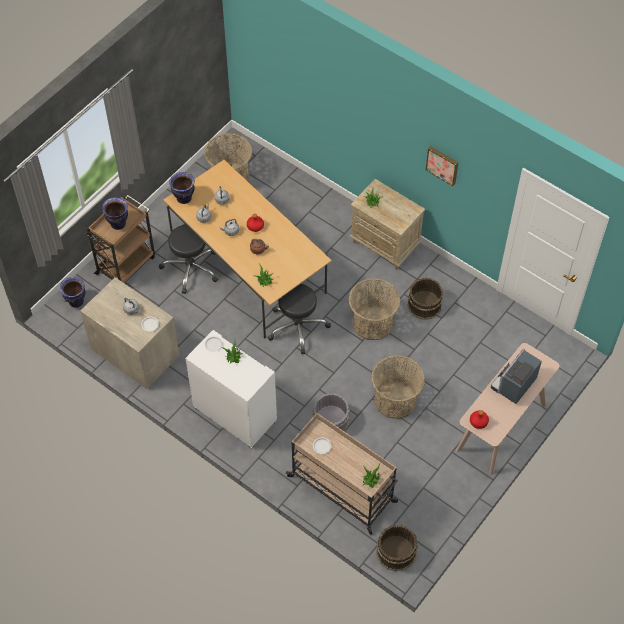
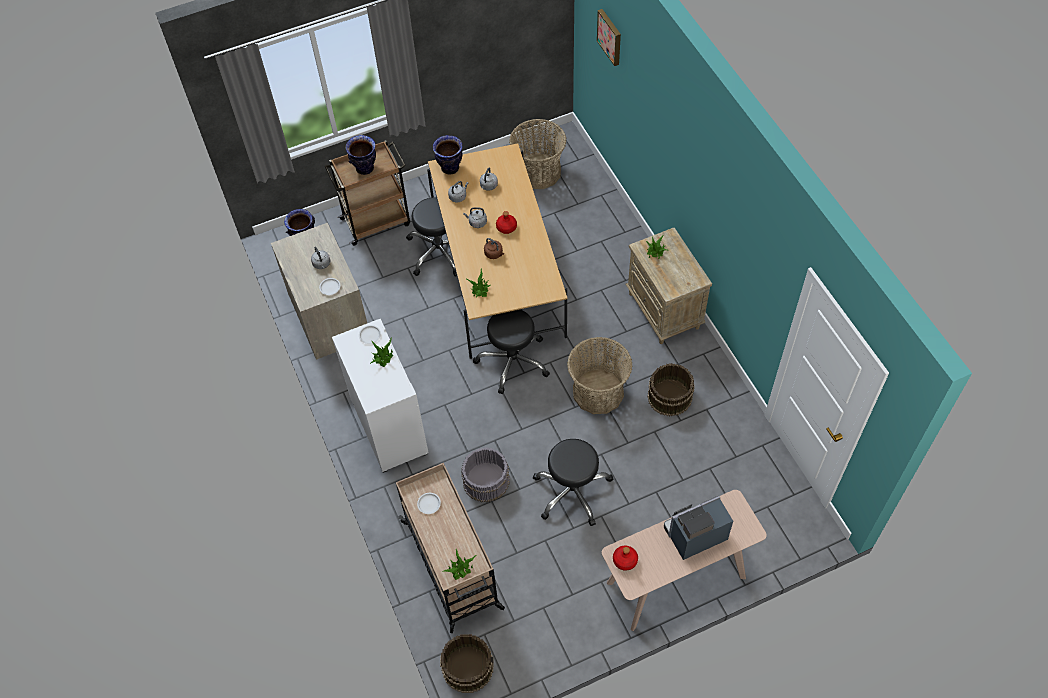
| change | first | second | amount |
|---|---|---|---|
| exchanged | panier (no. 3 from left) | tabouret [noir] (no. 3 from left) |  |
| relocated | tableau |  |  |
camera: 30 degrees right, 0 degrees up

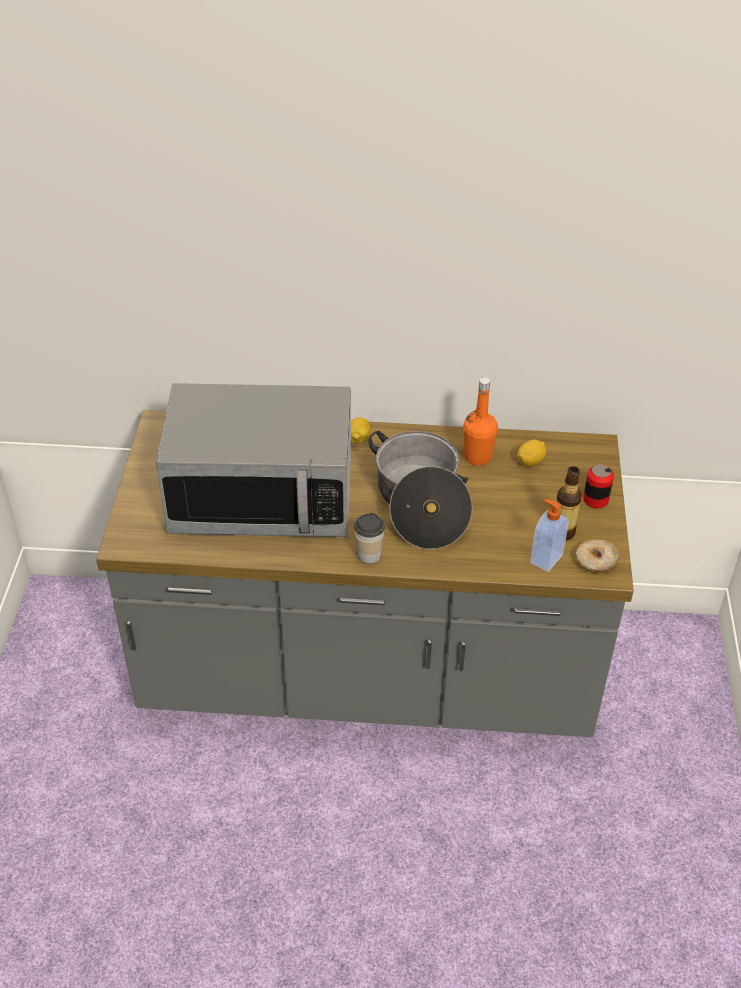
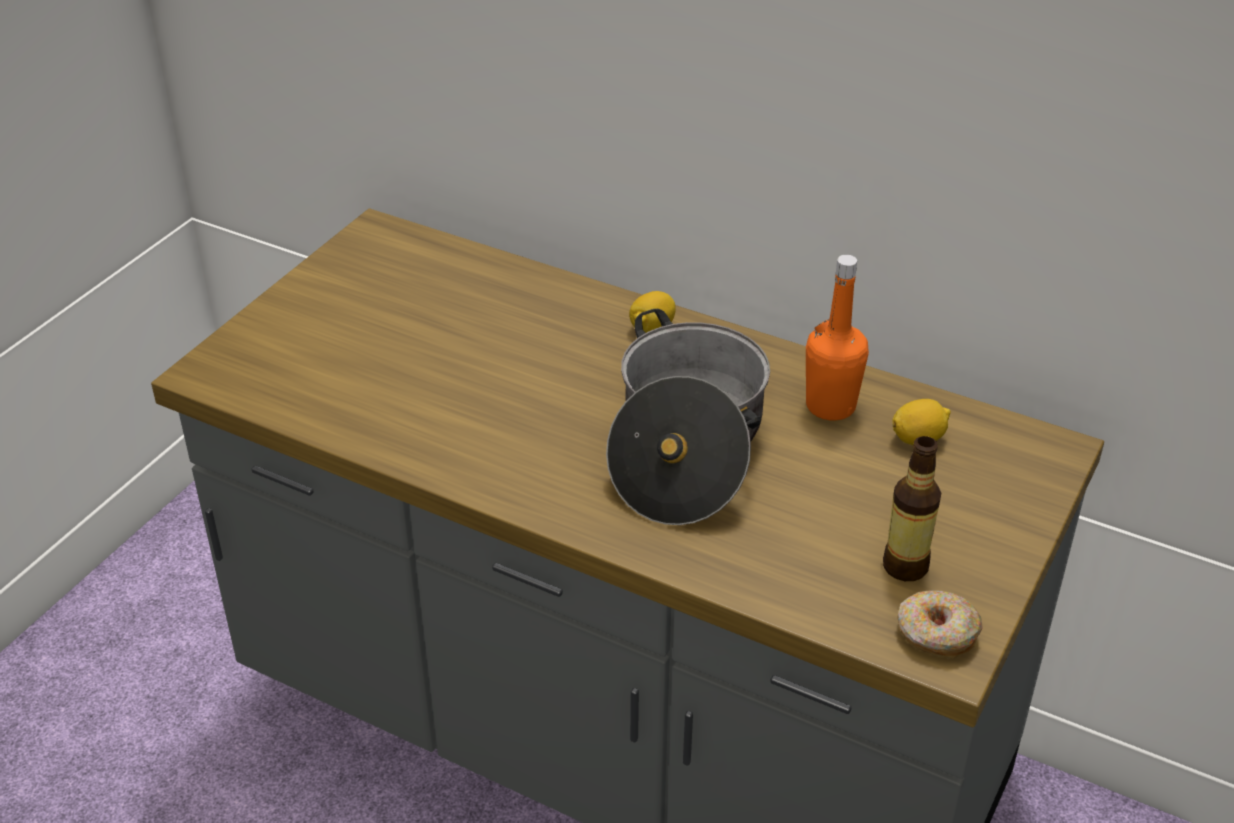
| change | first | second | amount |
|---|---|---|---|
| missing | micro-ondes |  |  |
| missing | tasse |  |  |
| missing | distributeur de savon |  |  |
| missing | boîte métallique |  |  |
camera: 25 degrees right, 5 degrees down

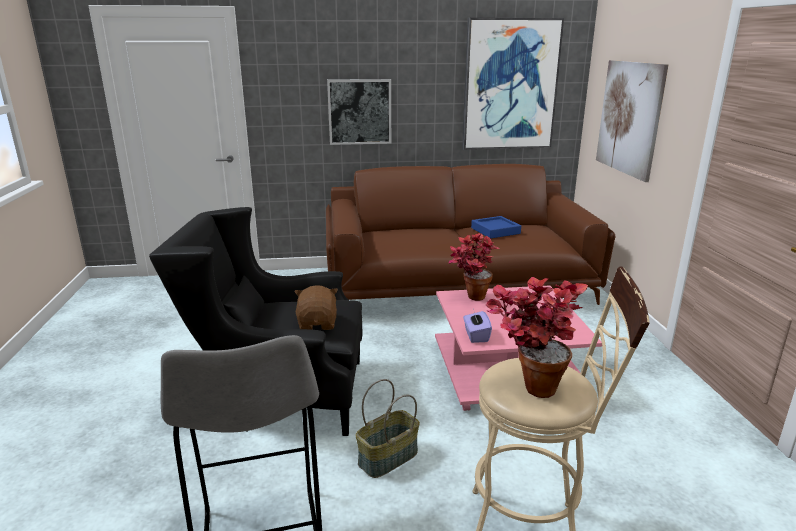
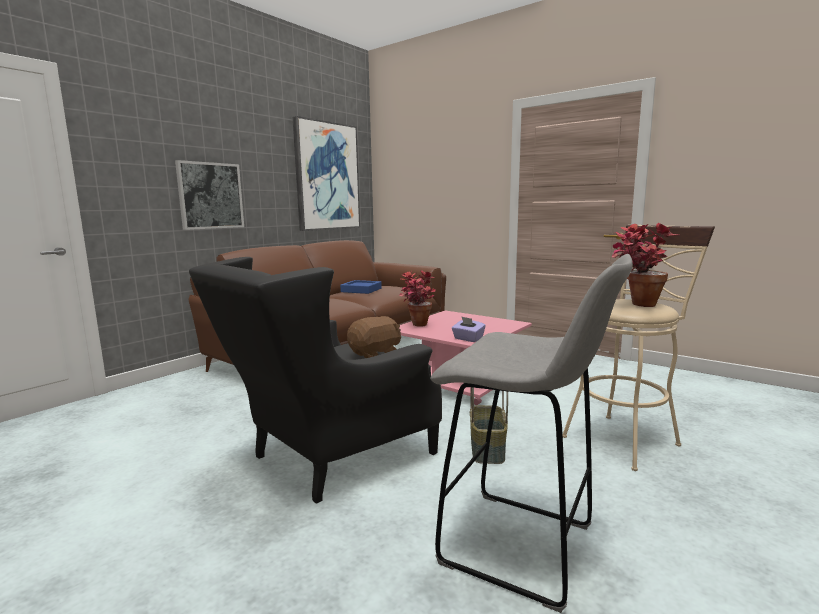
| change | first | second | amount |
|---|---|---|---|
| spun | peluche [marron] |  | 105 degrees clockwise |
| missing | tableau (no. 3 from left) |  |  |
camera: 45 degrees left, 10 degrees down

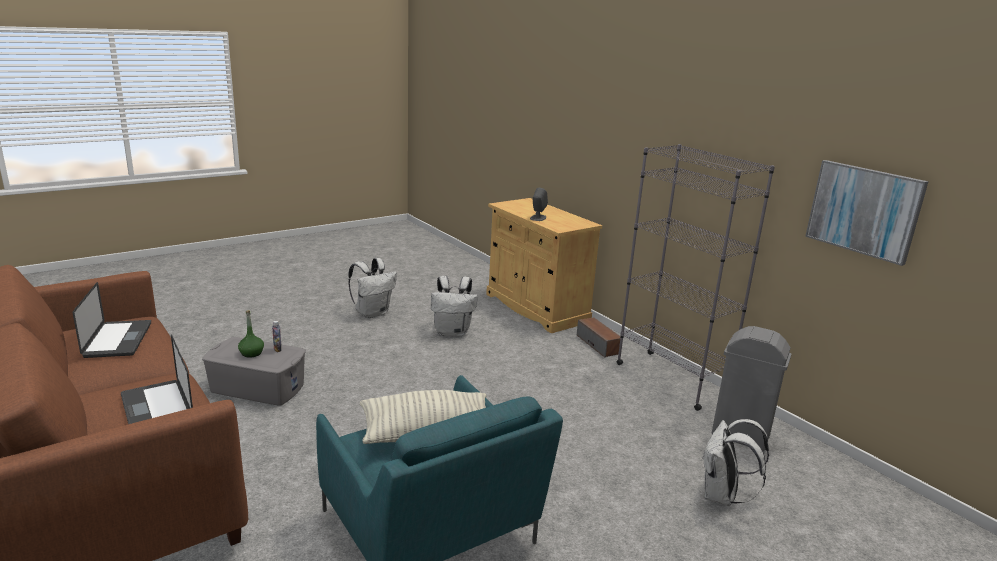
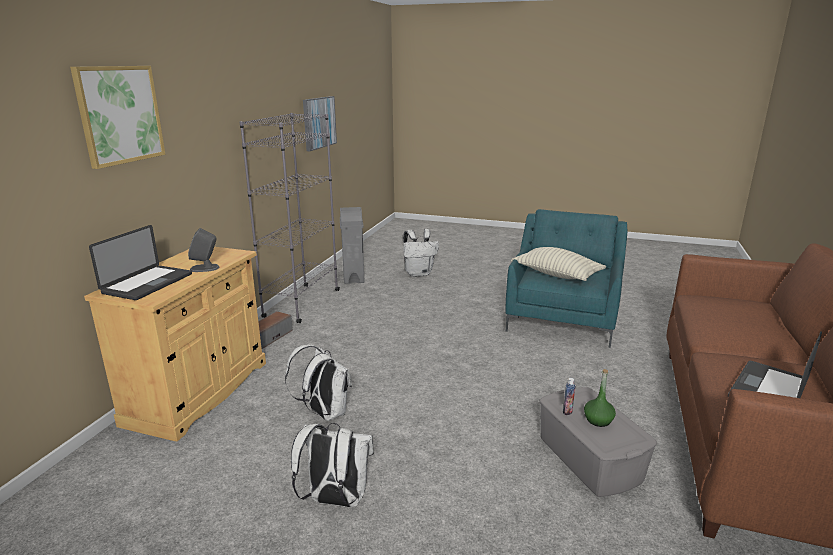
| change | first | second | amount |
|---|---|---|---|
| relocated | ordinateur portable (no. 2 from left in the first image) | ordinateur portable (no. 1 from left) |  |
| appeared |  | tableau (no. 1 from left) |  |
camera: 125 degrees left, 0 degrees up

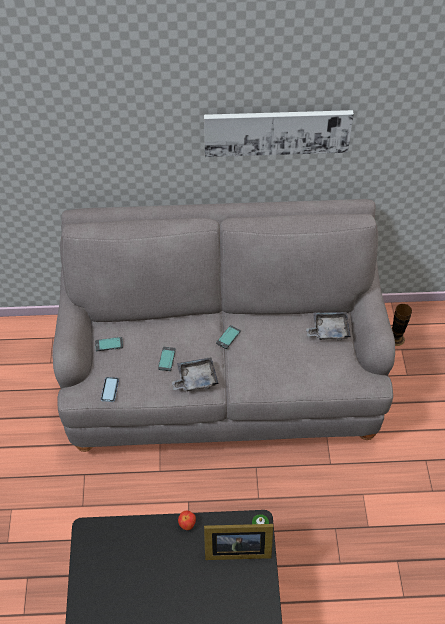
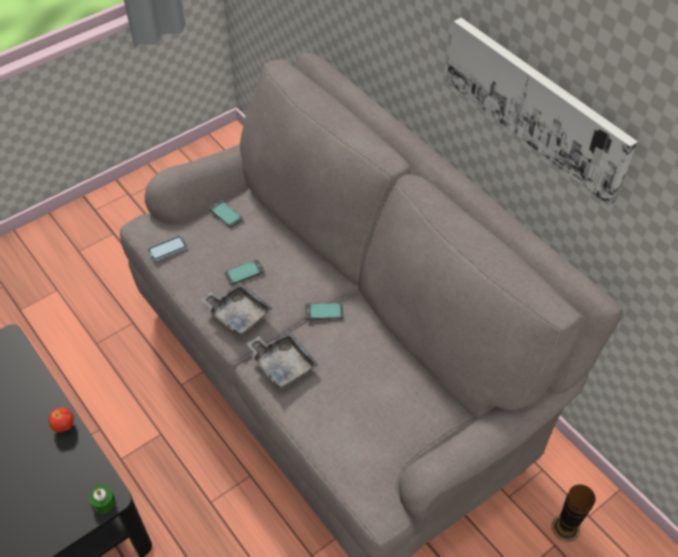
| change | first | second | amount |
|---|---|---|---|
| missing | cadre photo |  |  |
| relocated | plateau [gris] (no. 2 from left) |  |  |
camera: 55 degrees right, 0 degrees up

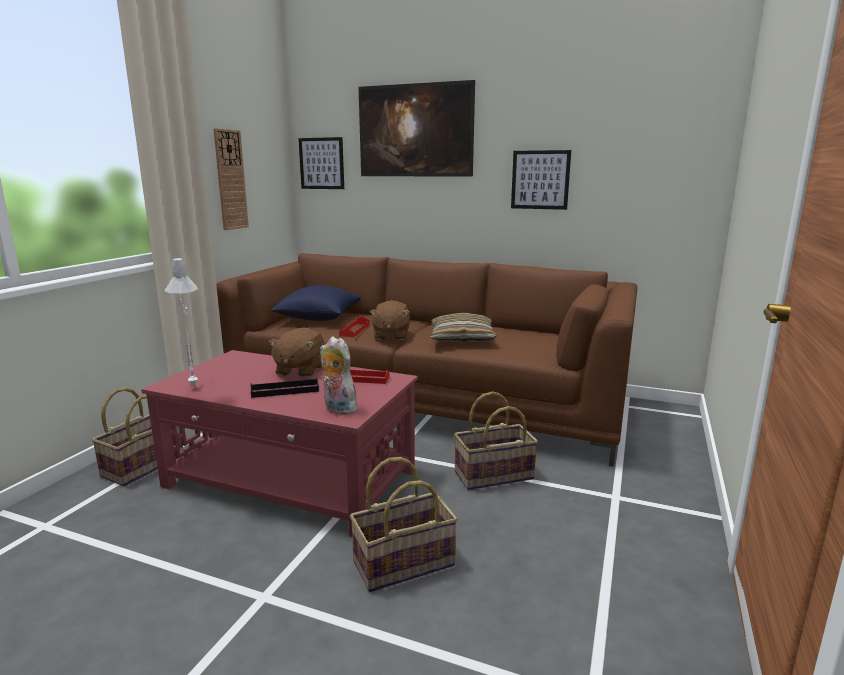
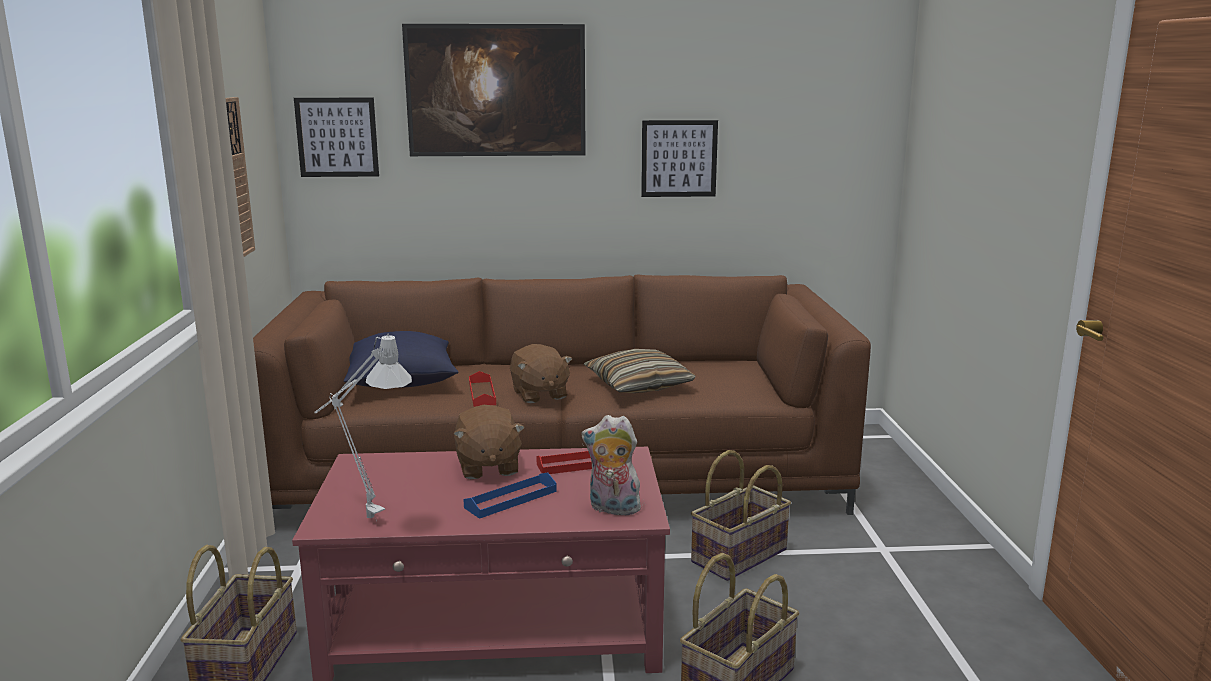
| change | first | second | amount |
|---|---|---|---|
| colour | plateau [noir] | plateau [bleu] |  |
camera: 25 degrees left, 0 degrees up

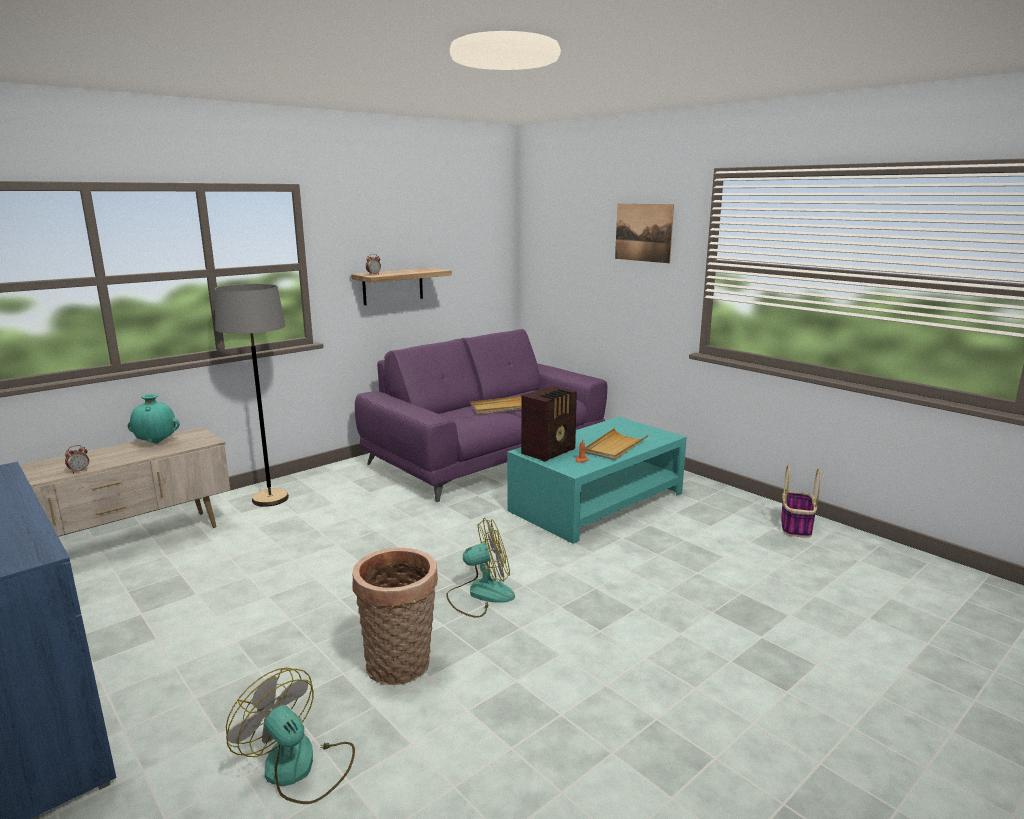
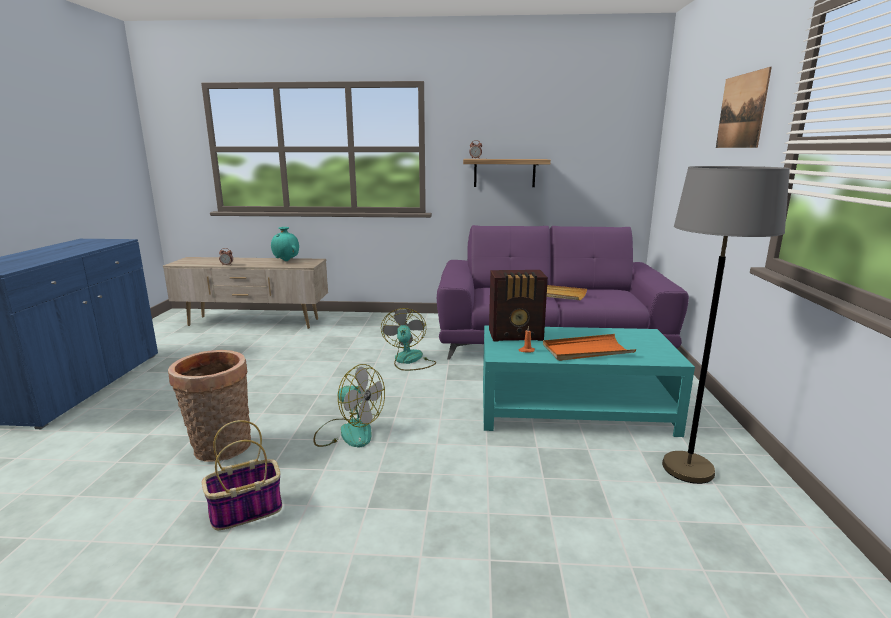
| change | first | second | amount |
|---|---|---|---|
| relocated | lampadaire [gris] |  |  |
| relocated | ventilateur (no. 1 from left in the first image) | ventilateur (no. 2 from left) |  |
| colour | plateau [beige] (no. 2 from left) | plateau [orange] |  |
| relocated | panier (no. 2 from left) |  |  |
camera: 45 degrees right, 0 degrees up

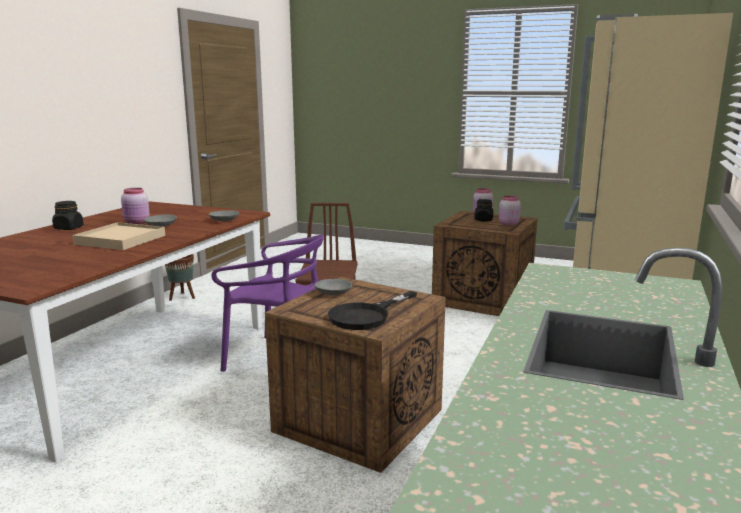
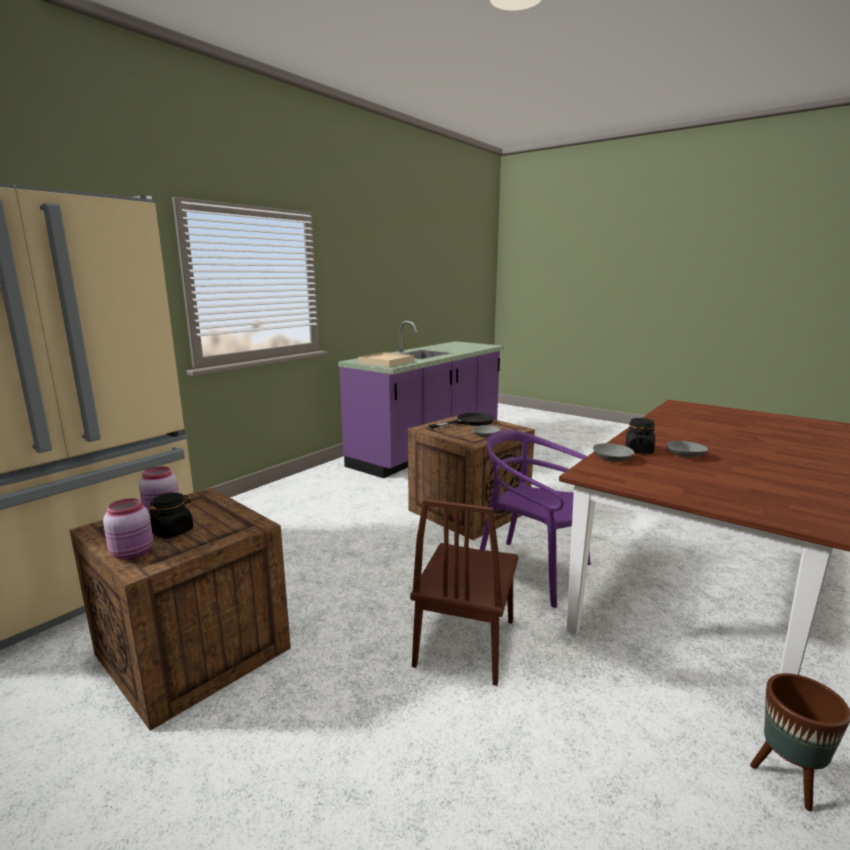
| change | first | second | amount |
|---|---|---|---|
| relocated | bocal [noir] (no. 1 from left in the first image) | bocal [noir] (no. 2 from left) |  |
| relocated | plateau [beige] |  |  |
| missing | bocal [rose] (no. 1 from left) |  |  |
camera: 165 degrees left, 0 degrees up

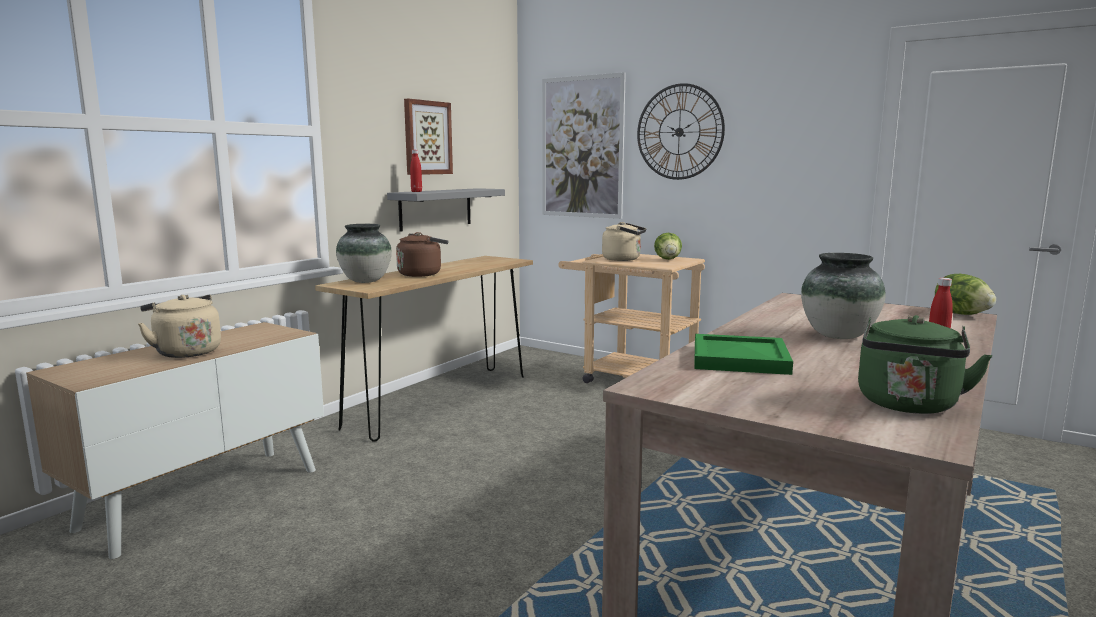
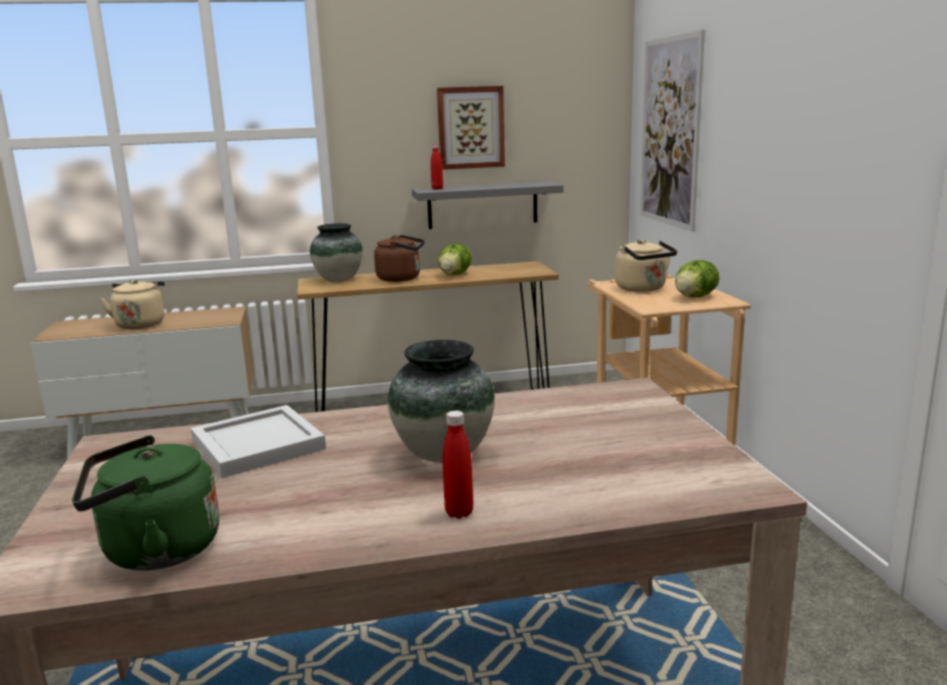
| change | first | second | amount |
|---|---|---|---|
| missing | horloge murale |  |  |
| colour | plateau [vert] | plateau [blanc] |  |
| relocated | laitue (no. 2 from left in the first image) | laitue (no. 1 from left) |  |
camera: 45 degrees right, 5 degrees up

